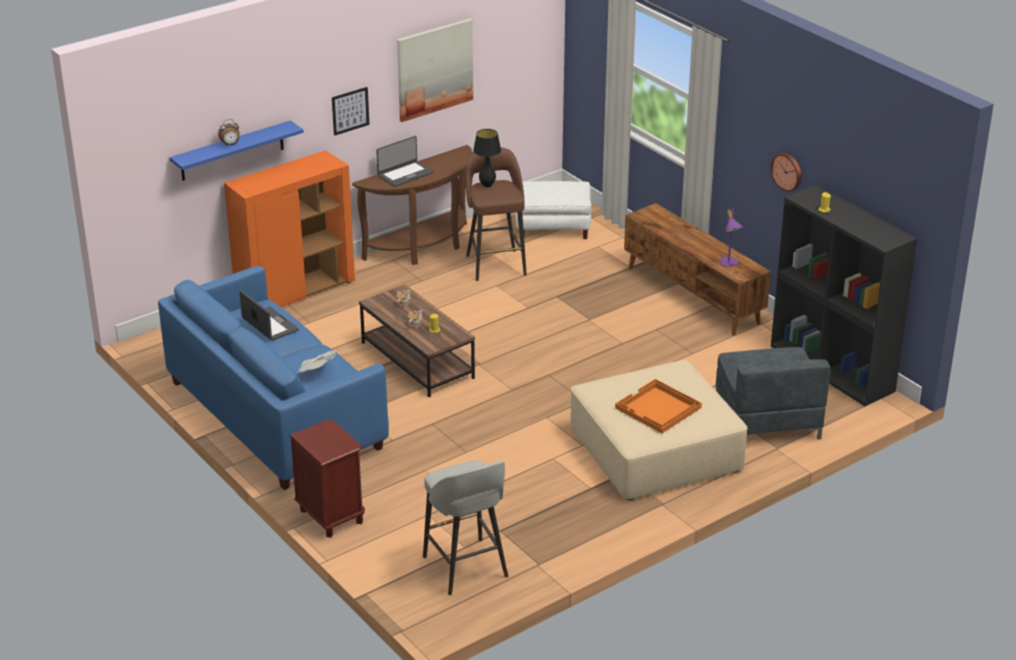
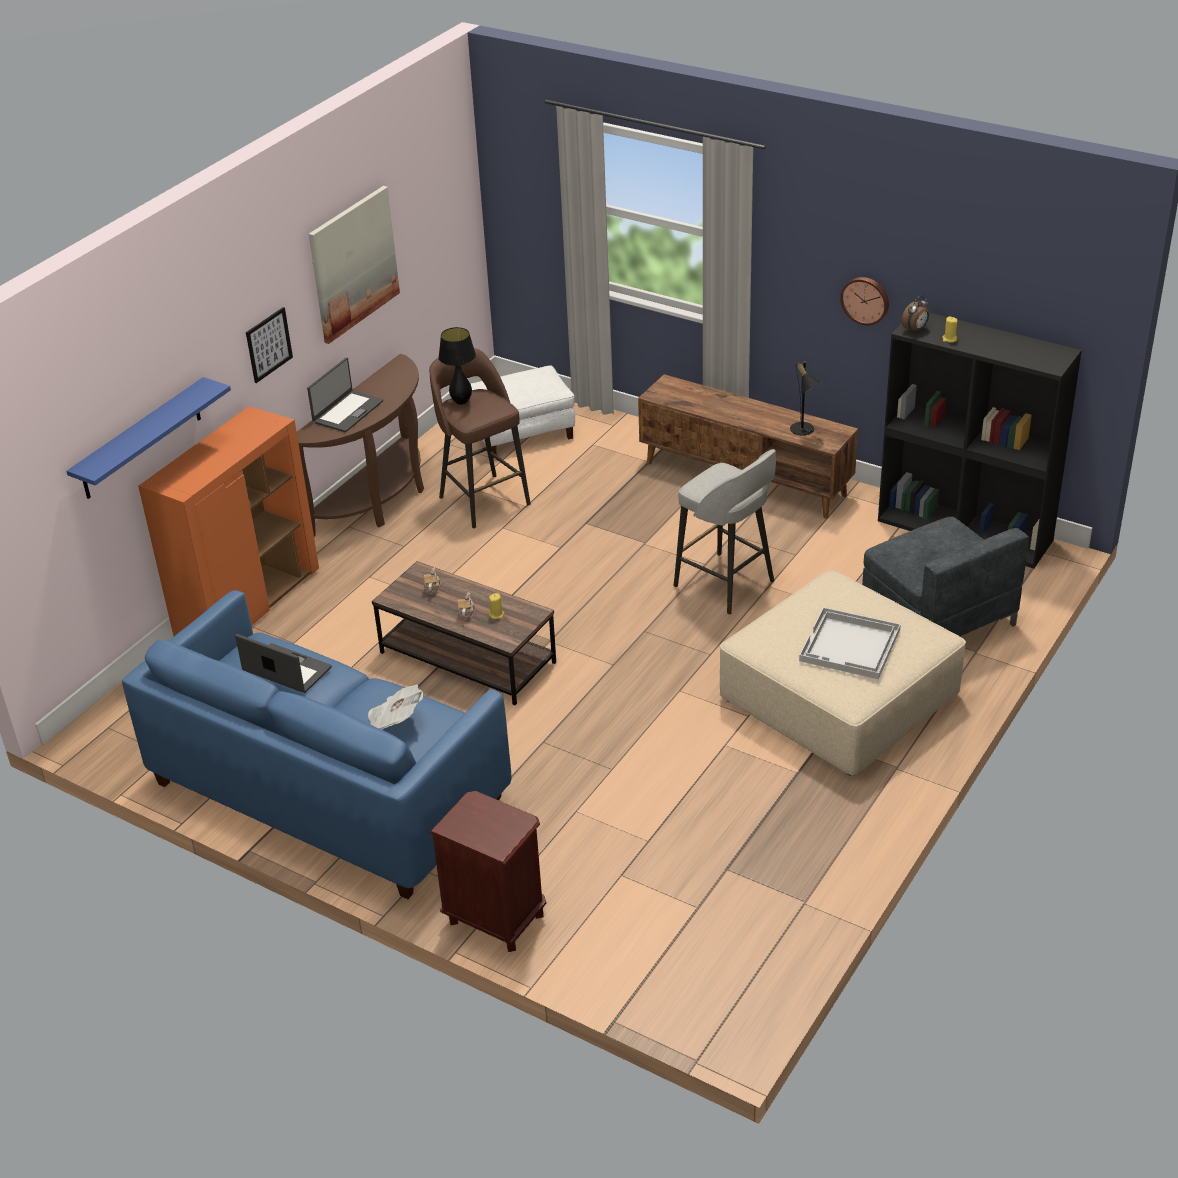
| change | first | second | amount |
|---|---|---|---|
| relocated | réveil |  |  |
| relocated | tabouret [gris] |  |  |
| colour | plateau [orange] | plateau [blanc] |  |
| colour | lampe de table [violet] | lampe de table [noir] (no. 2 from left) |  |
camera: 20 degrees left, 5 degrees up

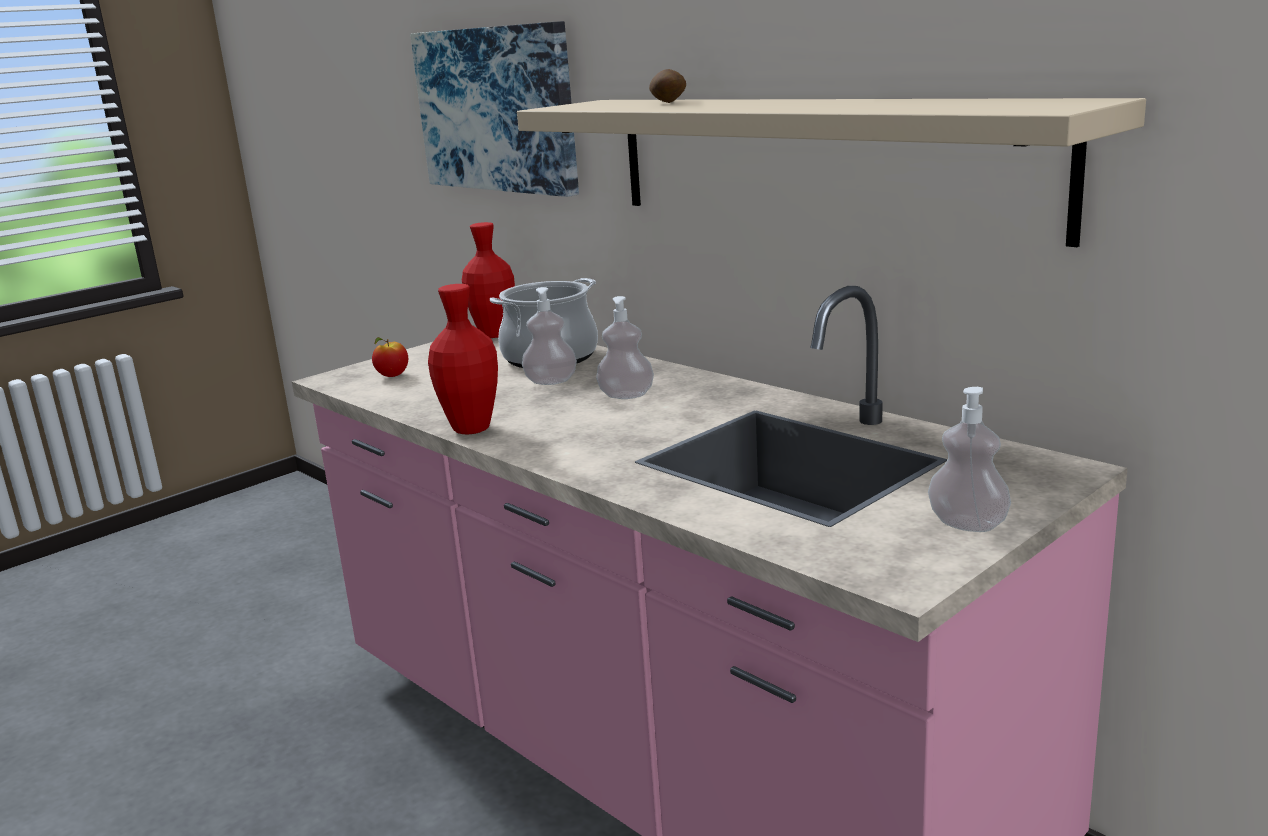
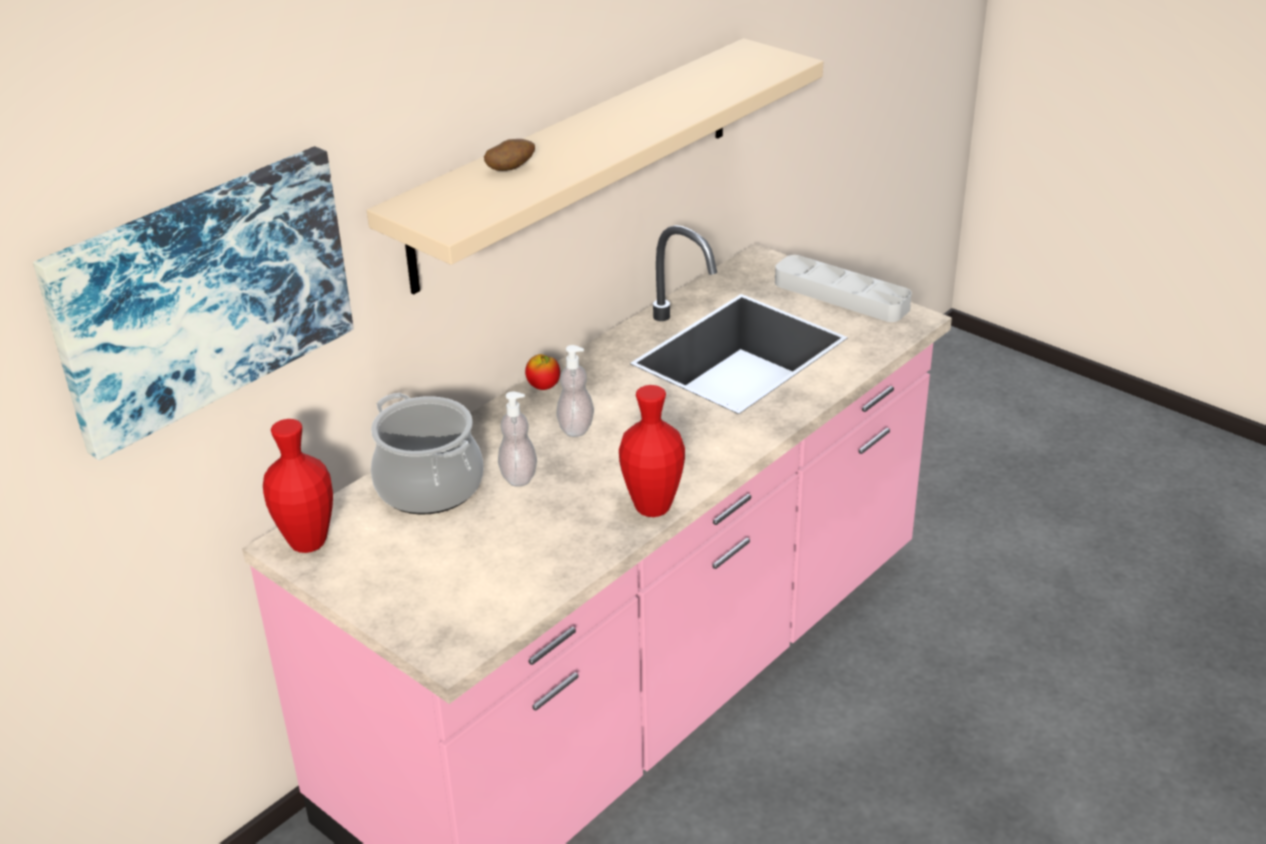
| change | first | second | amount |
|---|---|---|---|
| relocated | pomme |  |  |
| exchanged | distributeur de savon (no. 3 from left) | plateau [gris] |  |
camera: 95 degrees left, 15 degrees up

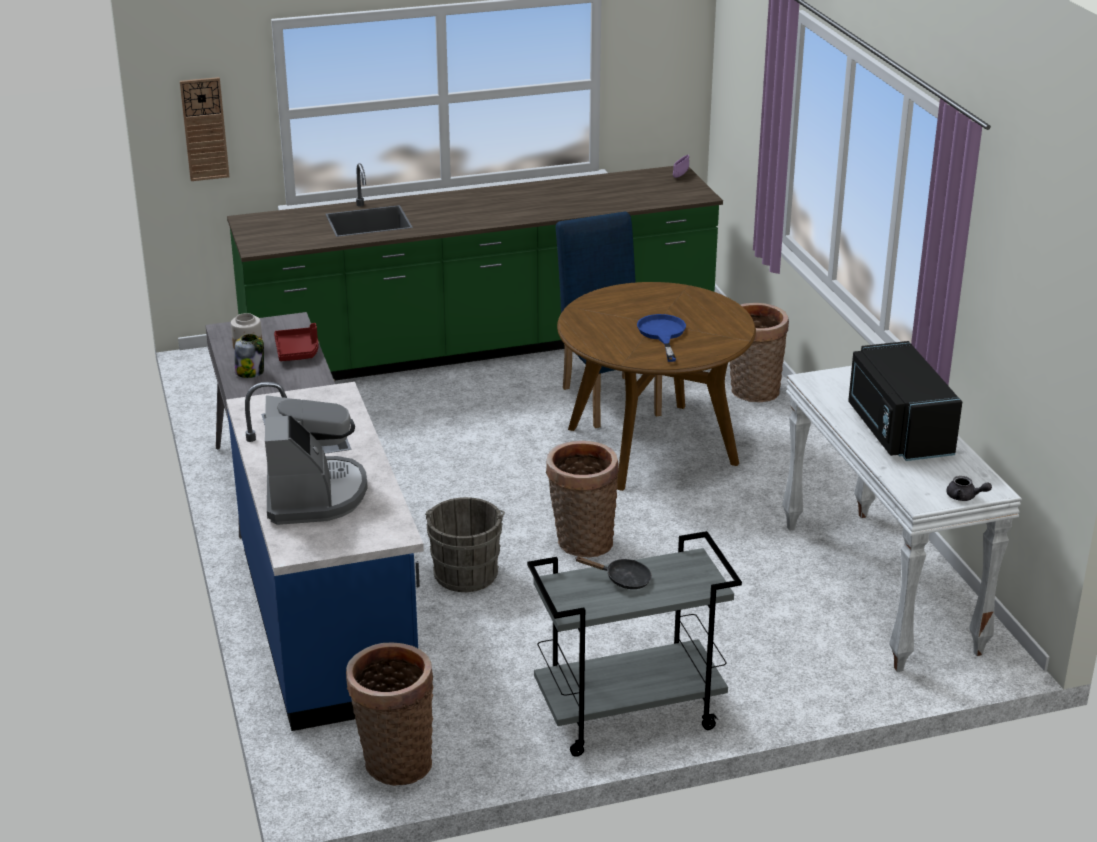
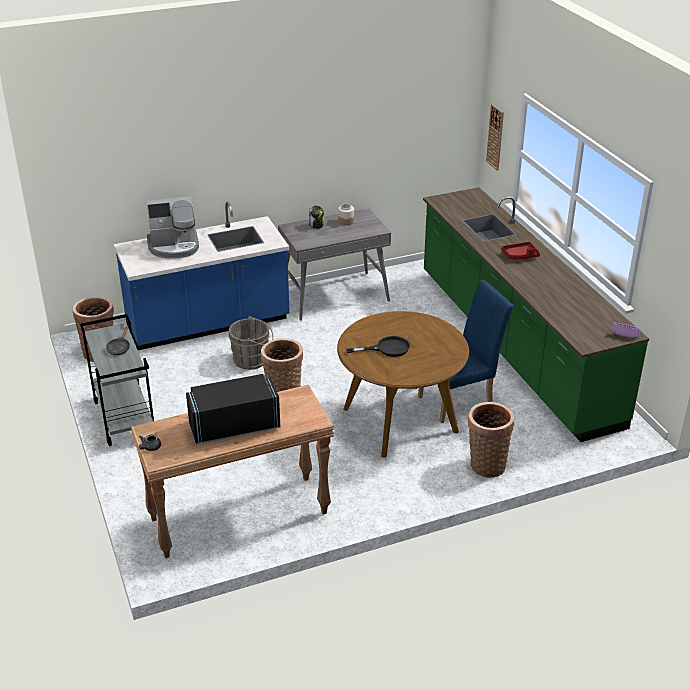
| change | first | second | amount |
|---|---|---|---|
| relocated | plateau [rouge] |  |  |
| colour | poêle [bleu] | poêle [noir] (no. 2 from left) |  |
| colour | table console [blanc] | table console [marron] |  |
camera: 85 degrees right, 5 degrees up

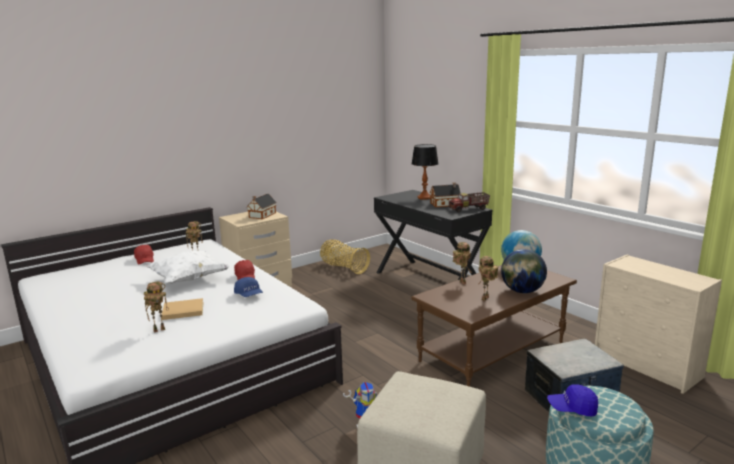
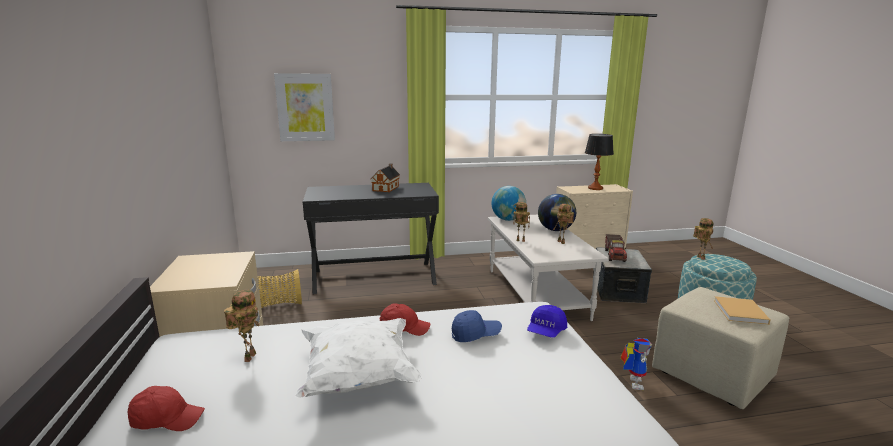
| change | first | second | amount |
|---|---|---|---|
| relocated | robot jouet (no. 1 from left in the first image) | robot jouet (no. 5 from left) |  |
| relocated | livre [beige] |  |  |
| missing | maison miniature (no. 1 from left) |  |  |
| colour | table basse [marron] | table basse [blanc] |  |
| relocated | lampe de table |  |  |
| relocated | camion jouet |  |  |
| relocated | casquette [bleu] (no. 2 from left) |  |  |
| appeared |  | tableau |  |
camera: 65 degrees left, 0 degrees up

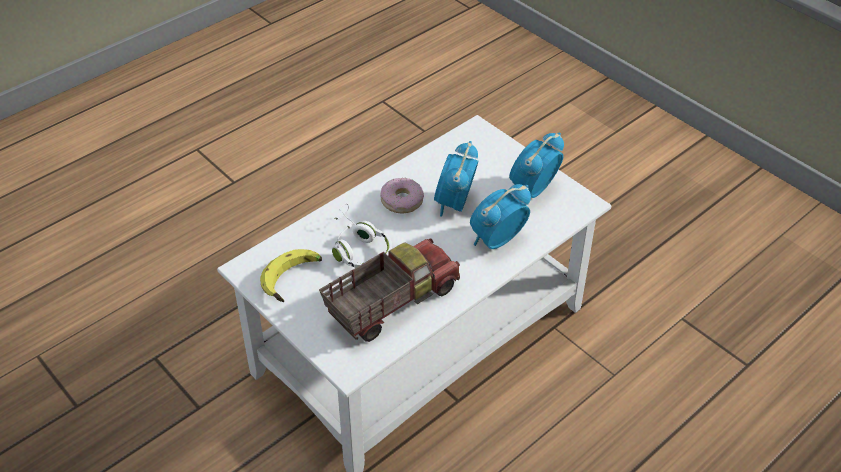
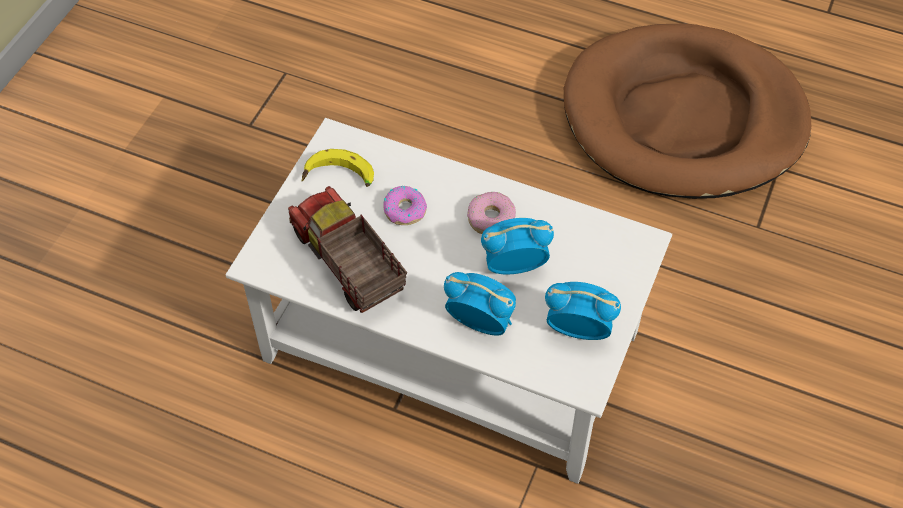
| change | first | second | amount |
|---|---|---|---|
| spun | camion jouet |  | 150 degrees counterclockwise |
| exchanged | casque audio [blanc] | beignet (no. 1 from left) |  |
| appeared |  | panier pour chien [marron] |  |
camera: 65 degrees right, 10 degrees up

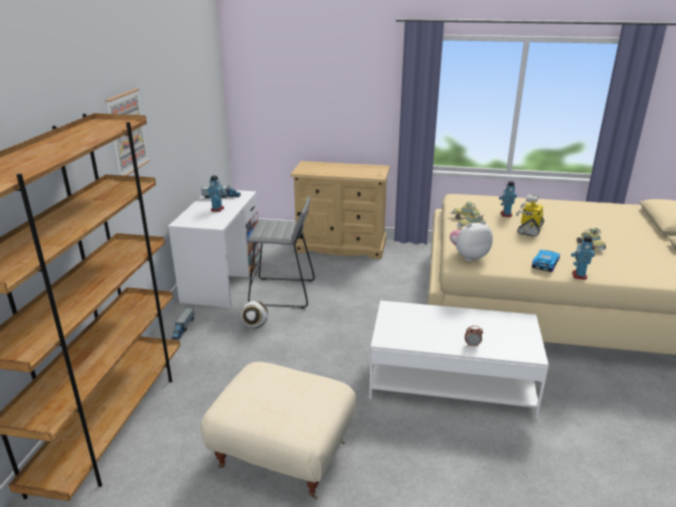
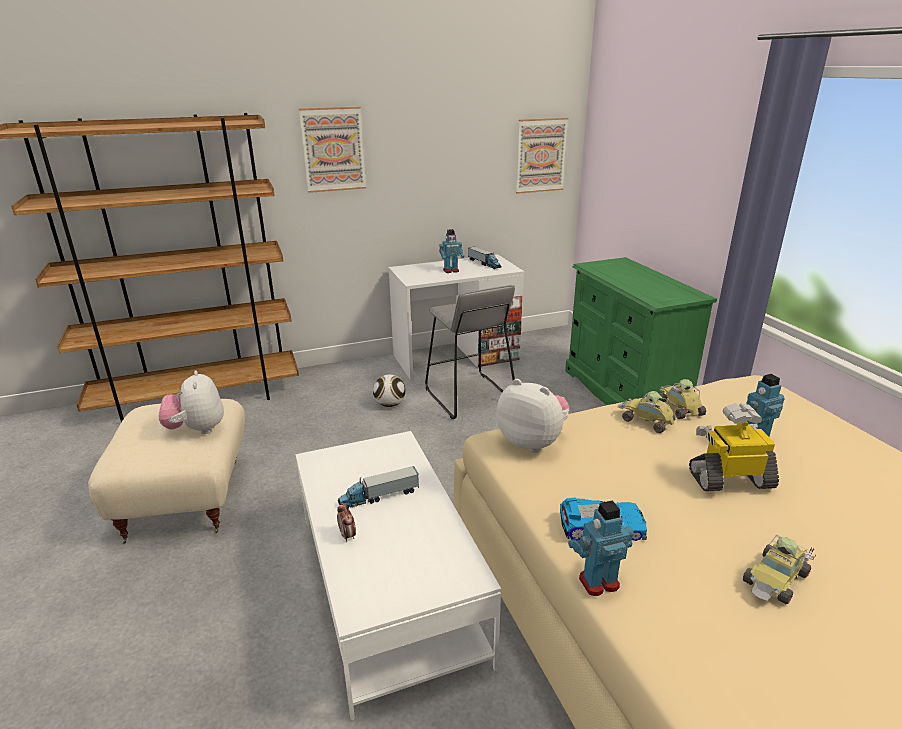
| change | first | second | amount |
|---|---|---|---|
| relocated | camion jouet (no. 1 from left) |  |  |
| colour | commode [beige] | commode [vert] |  |
| appeared |  | peluche (no. 1 from left) |  |
| appeared |  | tableau (no. 2 from left) |  |
camera: 60 degrees right, 0 degrees up

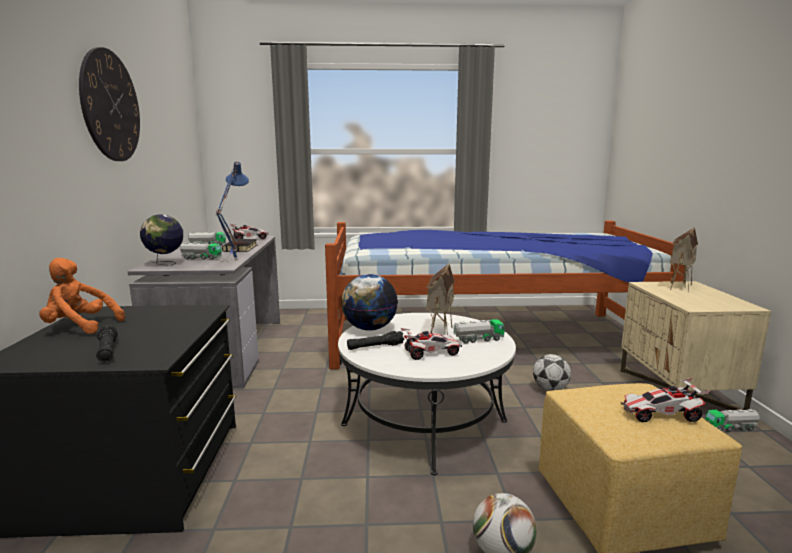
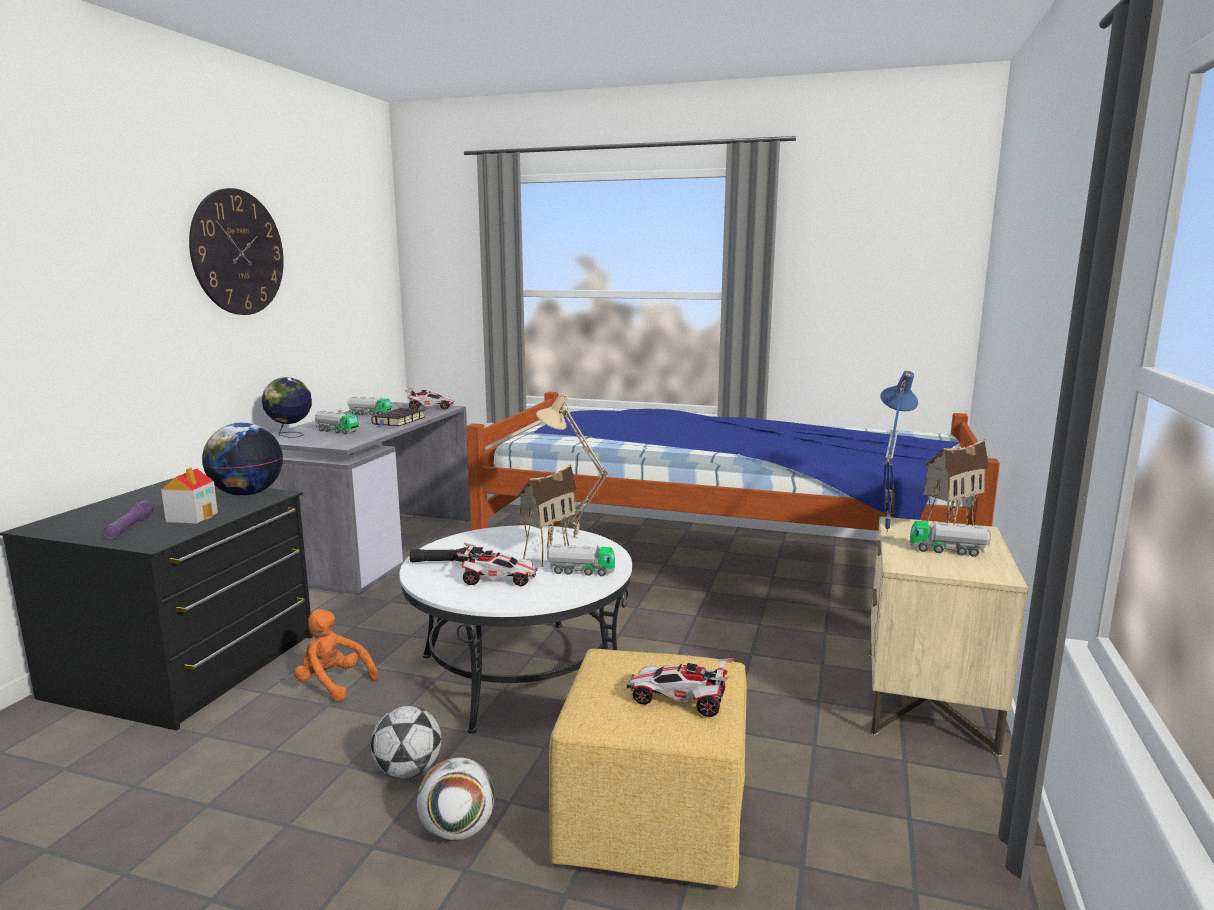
| change | first | second | amount |
|---|---|---|---|
| relocated | peluche [orange] |  |  |
| colour | lampe de poche [noir] (no. 1 from left) | lampe de poche [violet] |  |
| relocated | lampe de table [bleu] |  |  |
| relocated | globe (no. 2 from left in the first image) | globe (no. 1 from left) |  |
| relocated | ballon de foot (no. 2 from left in the first image) | ballon de foot (no. 1 from left) |  |
| relocated | camion jouet (no. 4 from left) |  |  |
| appeared |  | maison miniature (no. 1 from left) |  |
| appeared |  | lampe de table [beige] |  |
camera: 20 degrees right, 0 degrees up

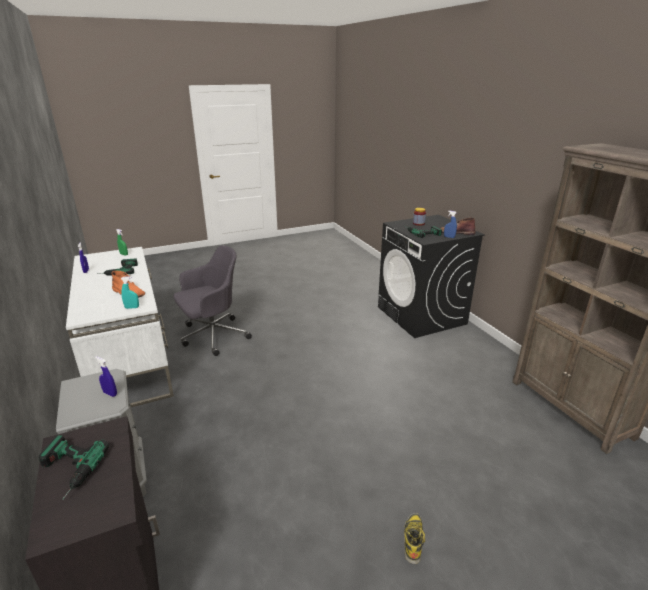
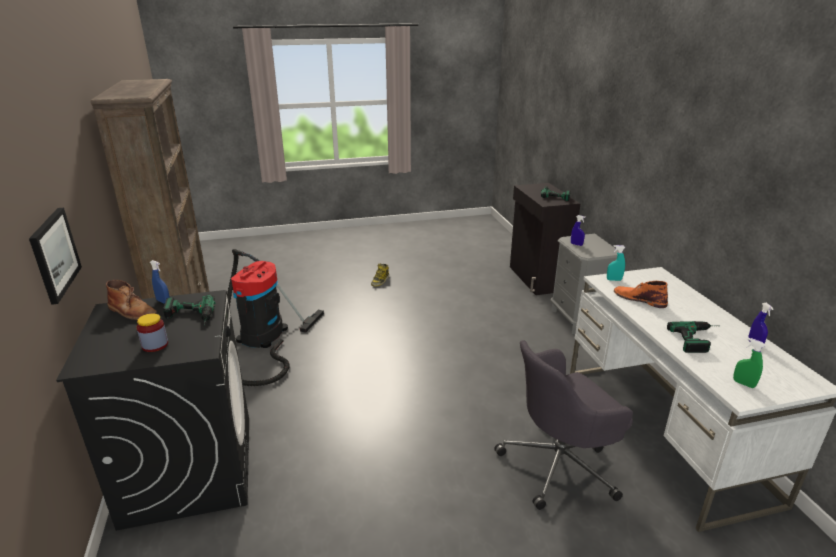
| change | first | second | amount |
|---|---|---|---|
| appeared |  | tableau |  |
| appeared |  | aspirateur |  |
camera: 170 degrees left, 0 degrees up

